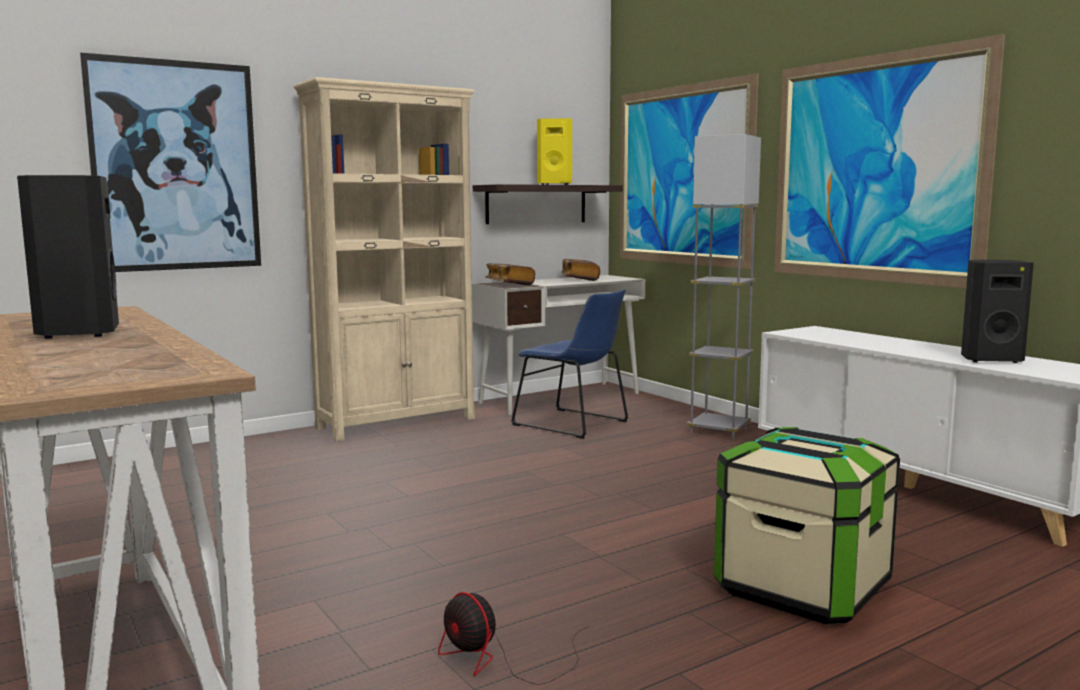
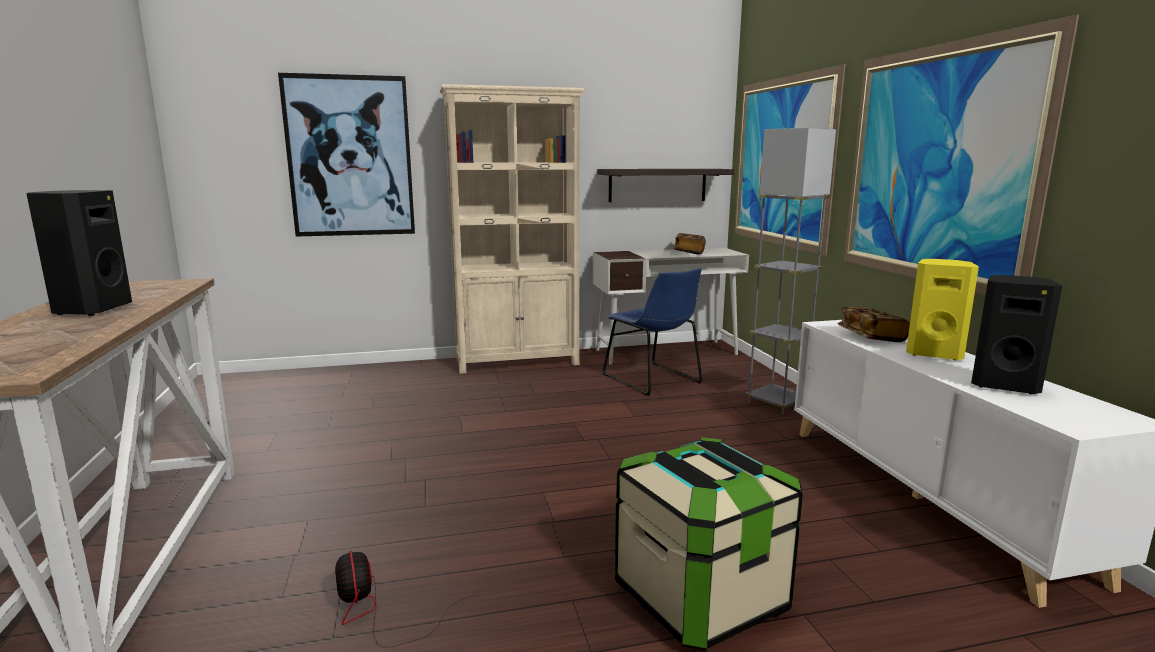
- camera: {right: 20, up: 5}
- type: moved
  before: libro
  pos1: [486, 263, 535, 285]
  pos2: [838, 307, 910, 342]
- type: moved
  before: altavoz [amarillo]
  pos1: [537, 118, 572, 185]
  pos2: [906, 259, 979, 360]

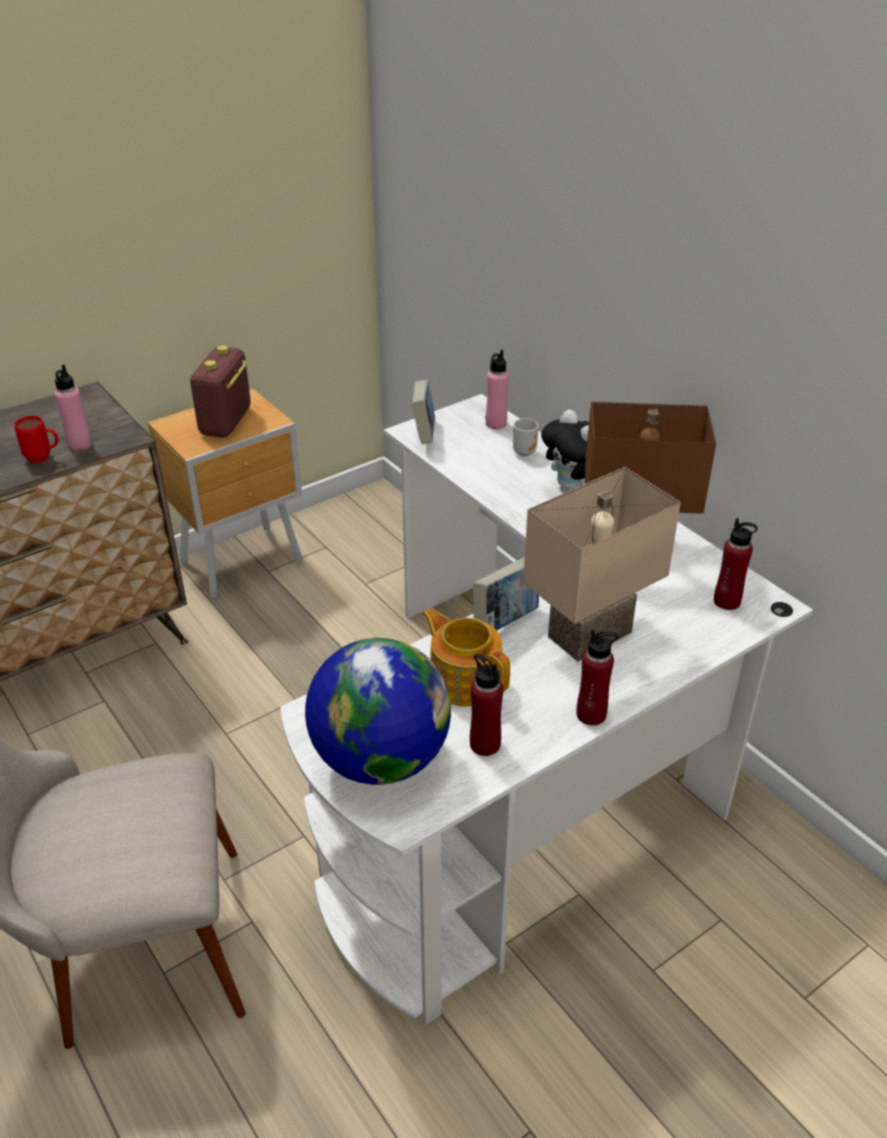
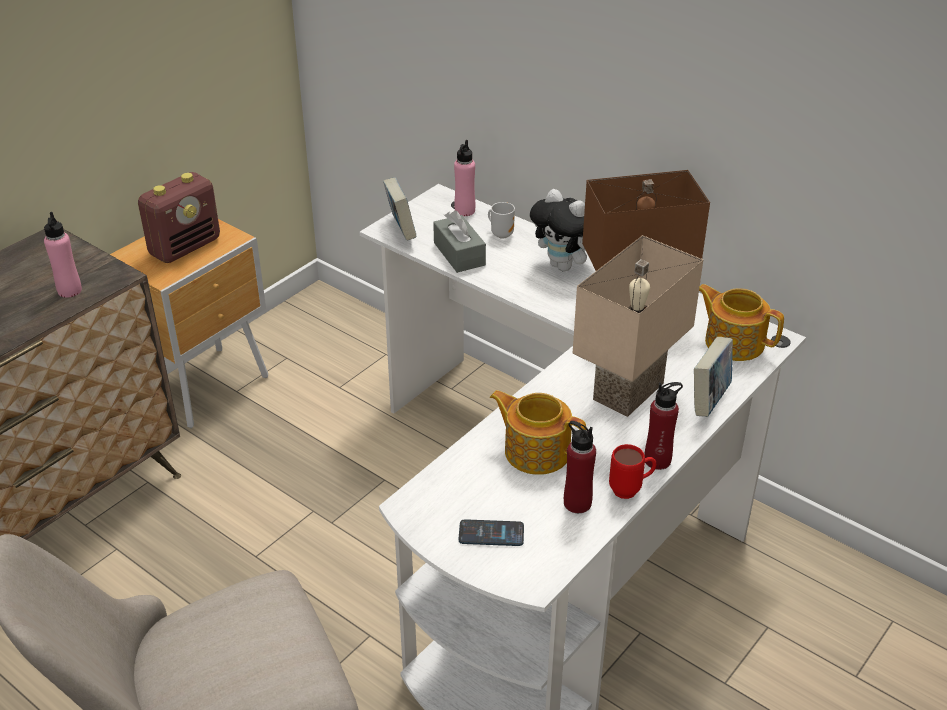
- camera: {right: -15, up: 0}
- type: added
  after: caja de pañuelos [gris]
  pos2: [433, 210, 486, 273]
- type: moved
  before: taza grande [rojo]
  pos1: [14, 416, 58, 463]
  pos2: [609, 444, 656, 499]
- type: moved
  before: libro
  pos1: [473, 557, 539, 630]
  pos2: [694, 337, 733, 417]
- type: replaced
  before: globo terráqueo
  after: móvil
  pos1: [305, 638, 451, 785]
  pos2: [459, 519, 524, 546]
- type: replaced
  before: botella [rojo]
  after: tetera
  pos1: [714, 518, 758, 610]
  pos2: [699, 284, 784, 361]
- type: turned
  before: radio
  pos1: [190, 345, 251, 438]
  pos2: [138, 172, 220, 263]
  turn: -135

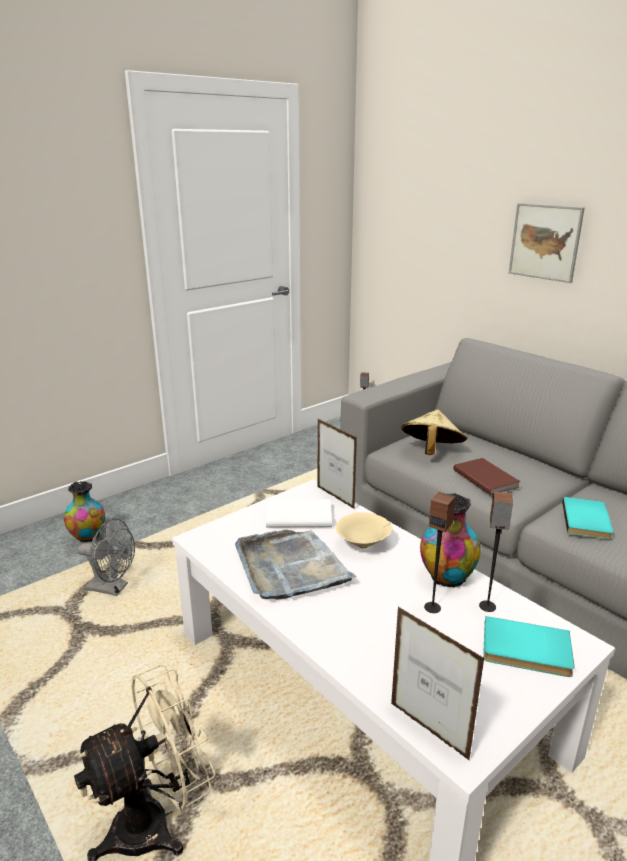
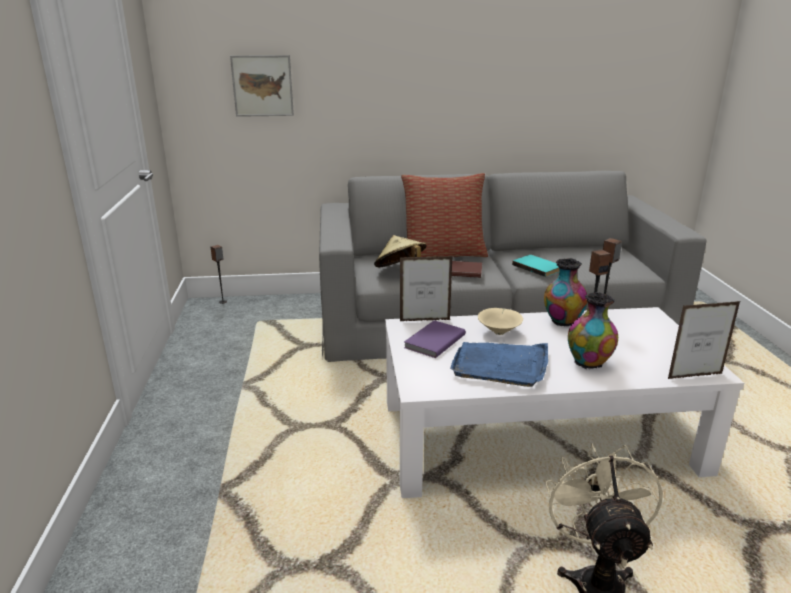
- camera: {right: -55, up: 0}
- type: removed
  before: ventilador [gris]
  pos1: [77, 518, 135, 596]
- type: removed
  before: libro [turquesa]
  pos1: [483, 616, 575, 677]
- type: added
  after: cojín
  pos2: [401, 173, 488, 257]
- type: moved
  before: florero
  pos1: [64, 481, 105, 543]
  pos2: [568, 292, 618, 369]
- type: moved
  before: cuadro
  pos1: [509, 203, 585, 283]
  pos2: [230, 55, 294, 117]
- type: recoloured
  before: bandeja [gris]
  after: bandeja [azul]
  pos1: [235, 530, 356, 600]
  pos2: [450, 342, 548, 387]
- type: recoloured
  before: libro [blanco]
  after: libro [morado]
  pos1: [266, 499, 332, 528]
  pos2: [404, 320, 466, 358]

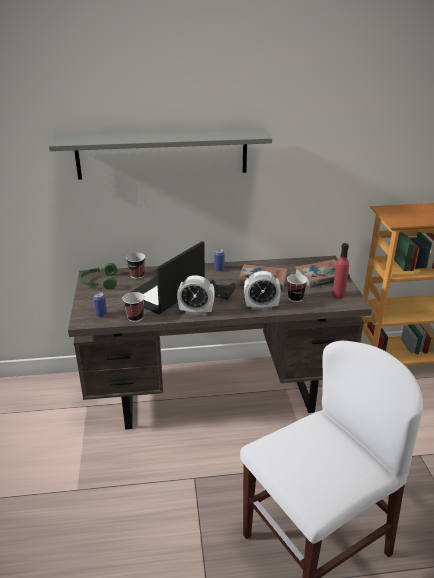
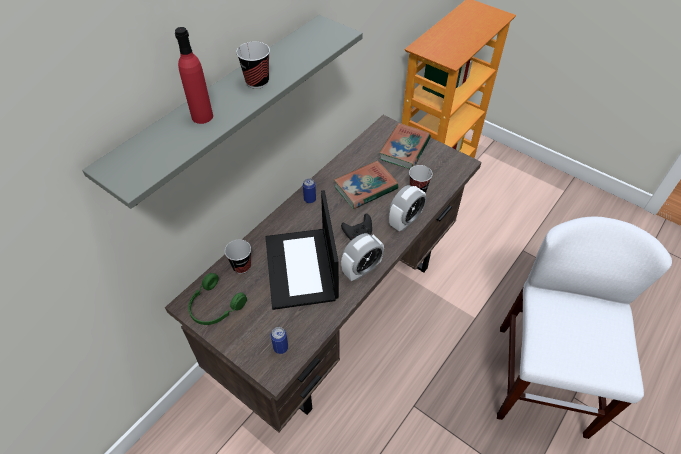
- camera: {right: -45, up: 20}
- type: moved
  before: taza
  pos1: [122, 292, 145, 322]
  pos2: [236, 41, 270, 89]
- type: moved
  before: botella [rojo]
  pos1: [332, 243, 349, 299]
  pos2: [175, 27, 213, 124]

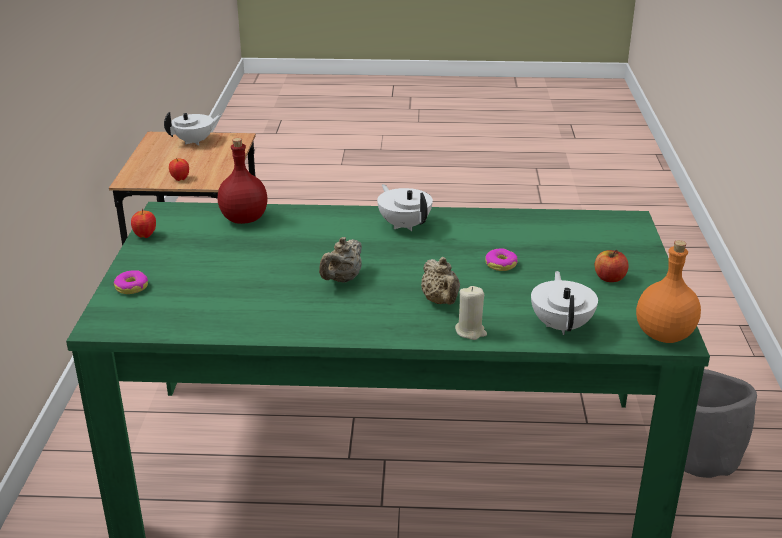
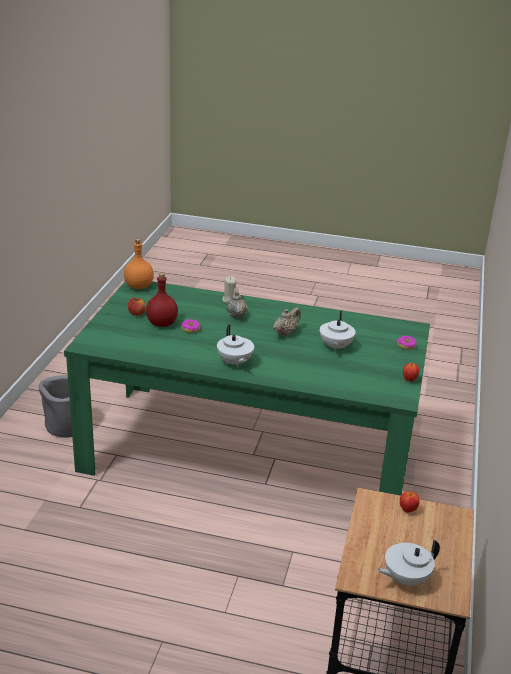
- camera: {right: -170, up: 0}
- type: moved
  before: botella [rojo]
  pos1: [218, 138, 268, 224]
  pos2: [146, 273, 178, 327]
- type: moved
  before: tetera [blanco]
  pos1: [531, 271, 598, 335]
  pos2: [320, 310, 356, 351]

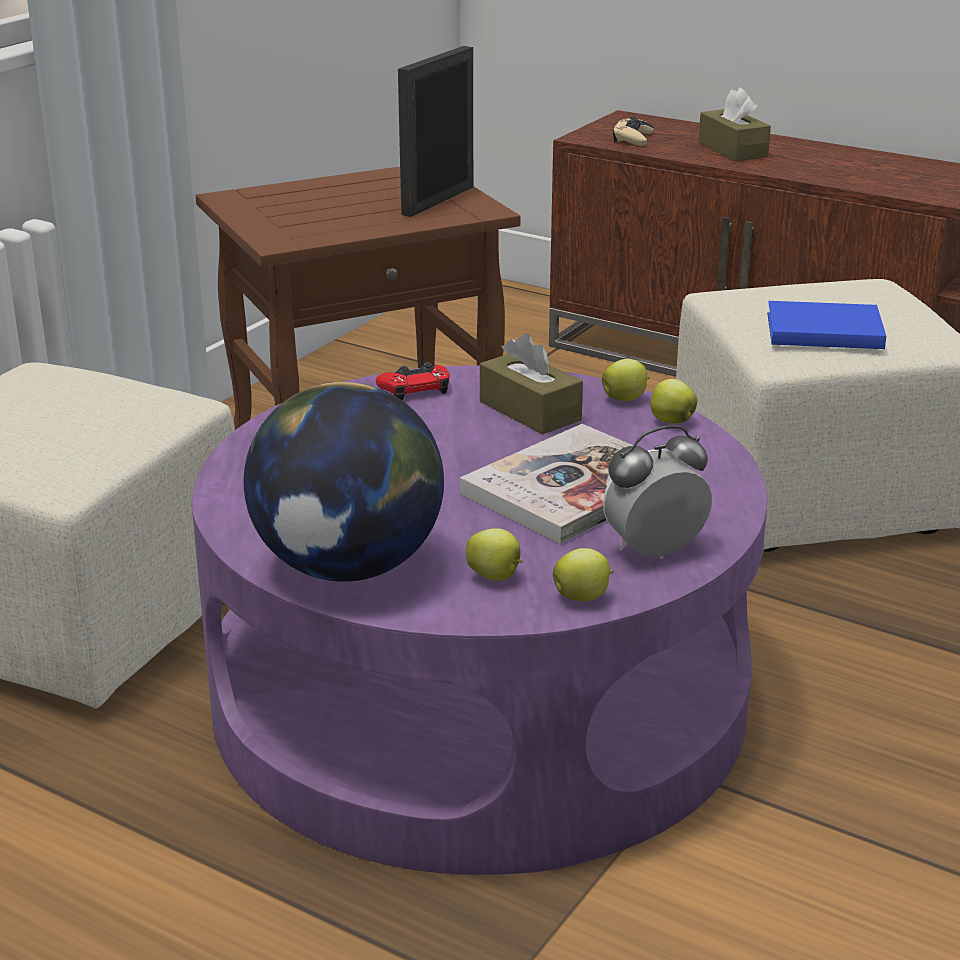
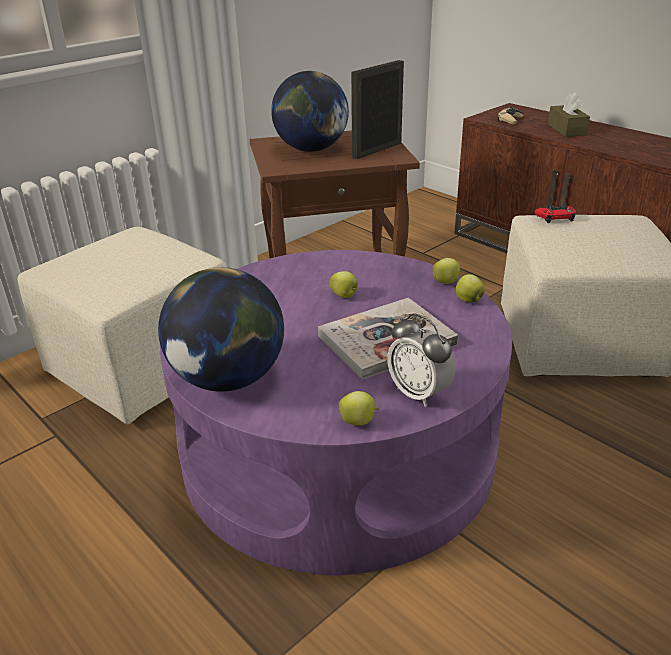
- camera: {right: 15, up: 5}
- type: removed
  before: caja de pañuelos [marrón]
  pos1: [480, 333, 583, 434]
- type: removed
  before: libro [azul]
  pos1: [767, 301, 886, 349]
- type: added
  after: globo terráqueo
  pos2: [271, 71, 349, 152]
- type: moved
  before: mando de consola [rojo]
  pos1: [376, 362, 450, 400]
  pos2: [535, 204, 576, 223]
- type: moved
  before: manzana
  pos1: [465, 528, 523, 580]
  pos2: [329, 271, 358, 298]
- type: turned
  before: despertador
  pos1: [603, 425, 712, 559]
  pos2: [387, 313, 455, 407]
  turn: -120

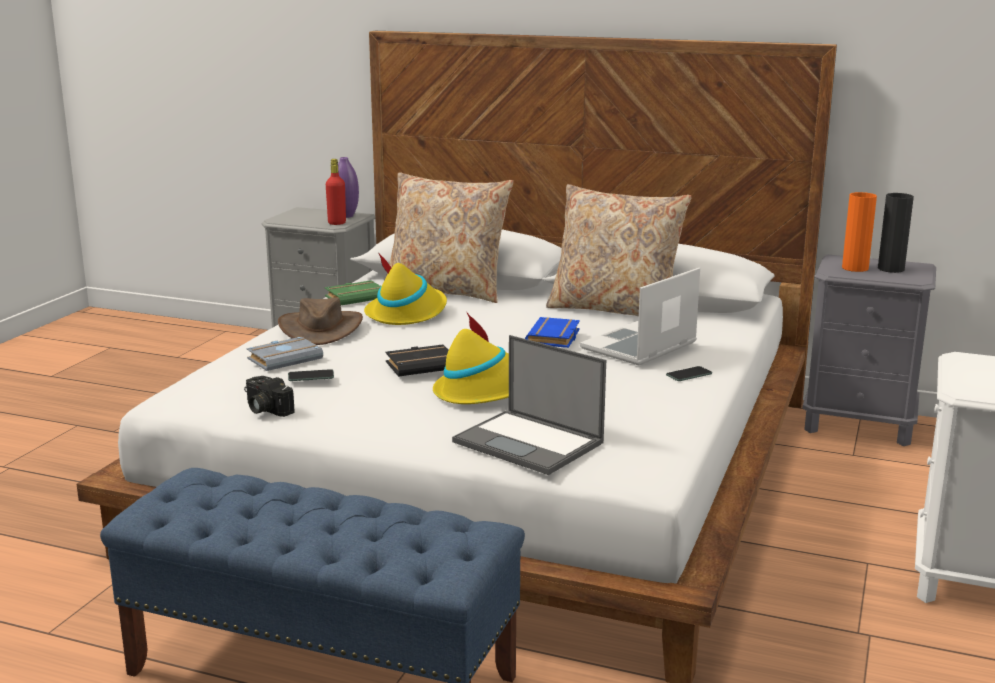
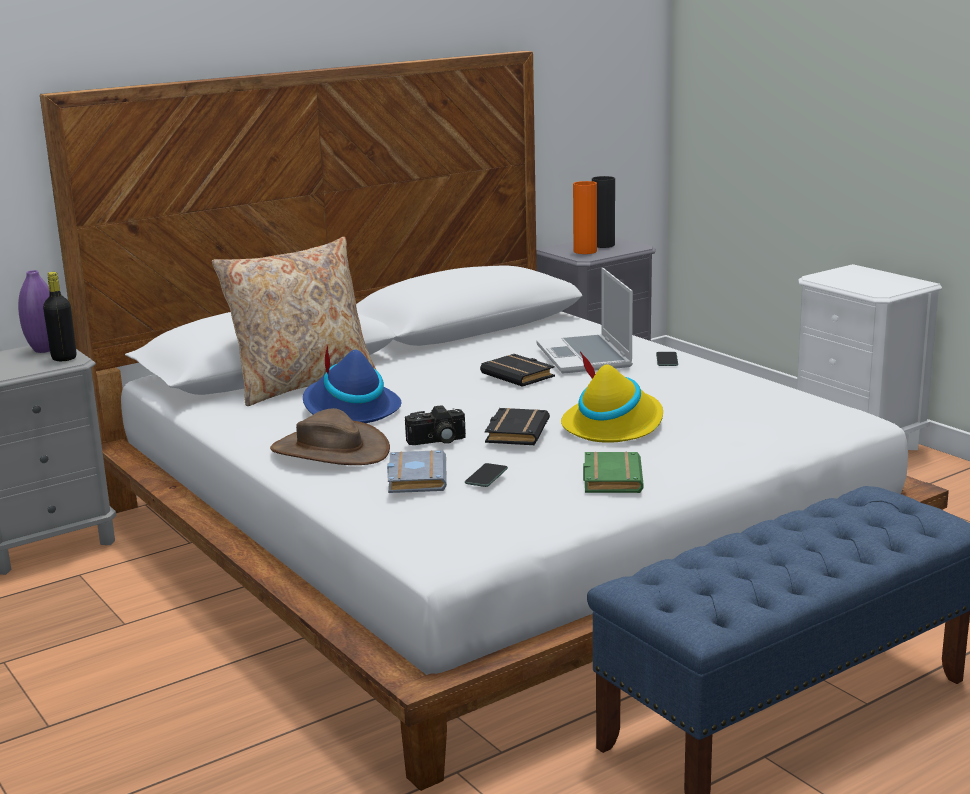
- camera: {right: -55, up: 0}
- type: removed
  before: portátil
  pos1: [452, 335, 606, 475]
- type: removed
  before: cojín [beis]
  pos1: [546, 184, 692, 316]
- type: moved
  before: cámara
  pos1: [244, 376, 295, 417]
  pos2: [405, 405, 466, 445]
- type: moved
  before: libro [verde]
  pos1: [325, 280, 381, 305]
  pos2: [583, 452, 644, 493]
- type: recoloured
  before: botella [rojo]
  after: botella [negro]
  pos1: [326, 159, 346, 225]
  pos2: [43, 272, 77, 361]
- type: recoloured
  before: sombrero [amarillo]
  after: sombrero [azul]
  pos1: [364, 254, 447, 325]
  pos2: [303, 346, 401, 423]
- type: recoloured
  before: libro [azul]
  after: libro [negro]
  pos1: [525, 317, 580, 348]
  pos2: [480, 354, 555, 387]

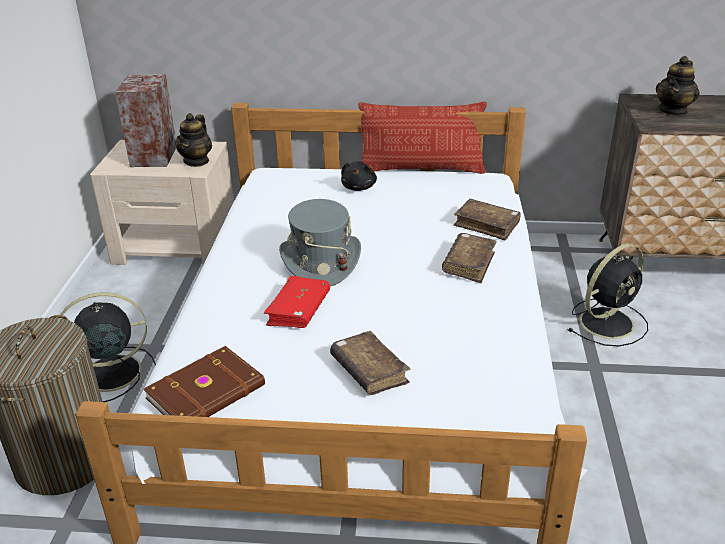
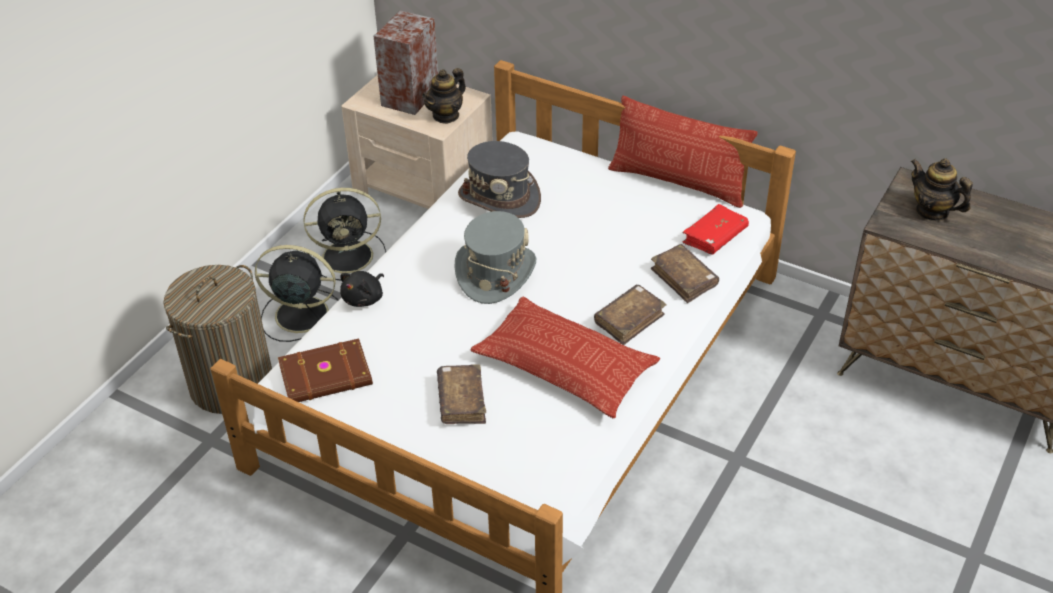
- camera: {right: 25, up: 10}
- type: added
  after: sombrero [gris]
  pos2: [458, 141, 541, 218]
- type: added
  after: cojín
  pos2: [470, 297, 660, 418]
- type: moved
  before: libro [rojo]
  pos1: [264, 276, 330, 328]
  pos2: [683, 204, 749, 254]
- type: moved
  before: peluche [negro]
  pos1: [341, 161, 377, 191]
  pos2: [340, 271, 384, 307]
- type: moved
  before: ventilador [negro]
  pos1: [568, 244, 648, 347]
  pos2: [303, 188, 386, 280]
- type: turned
  before: tetera
  pos1: [656, 56, 699, 116]
  pos2: [911, 158, 973, 221]
  turn: 75

